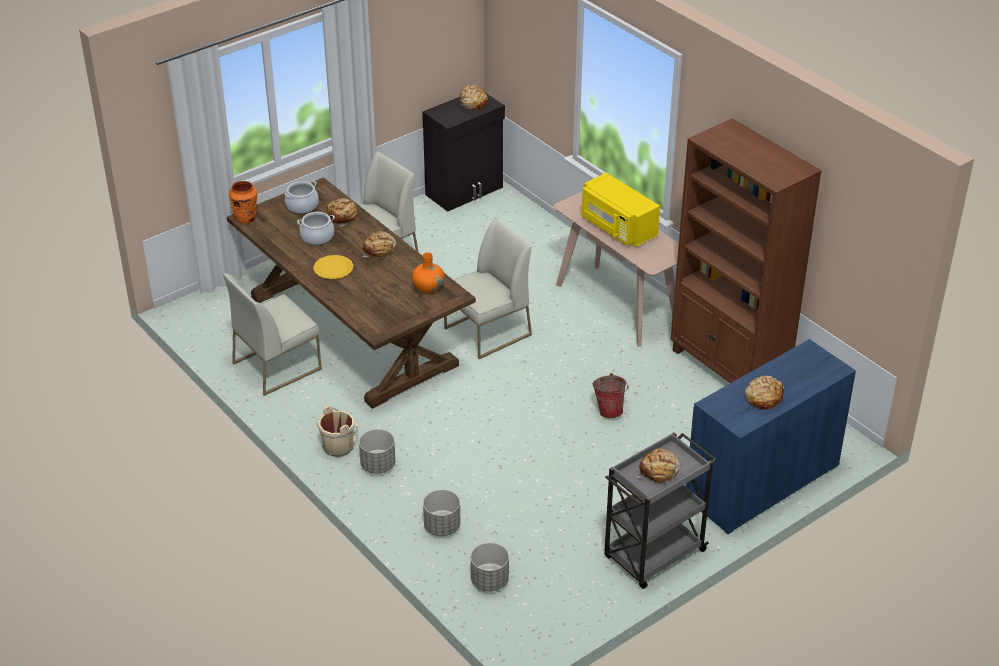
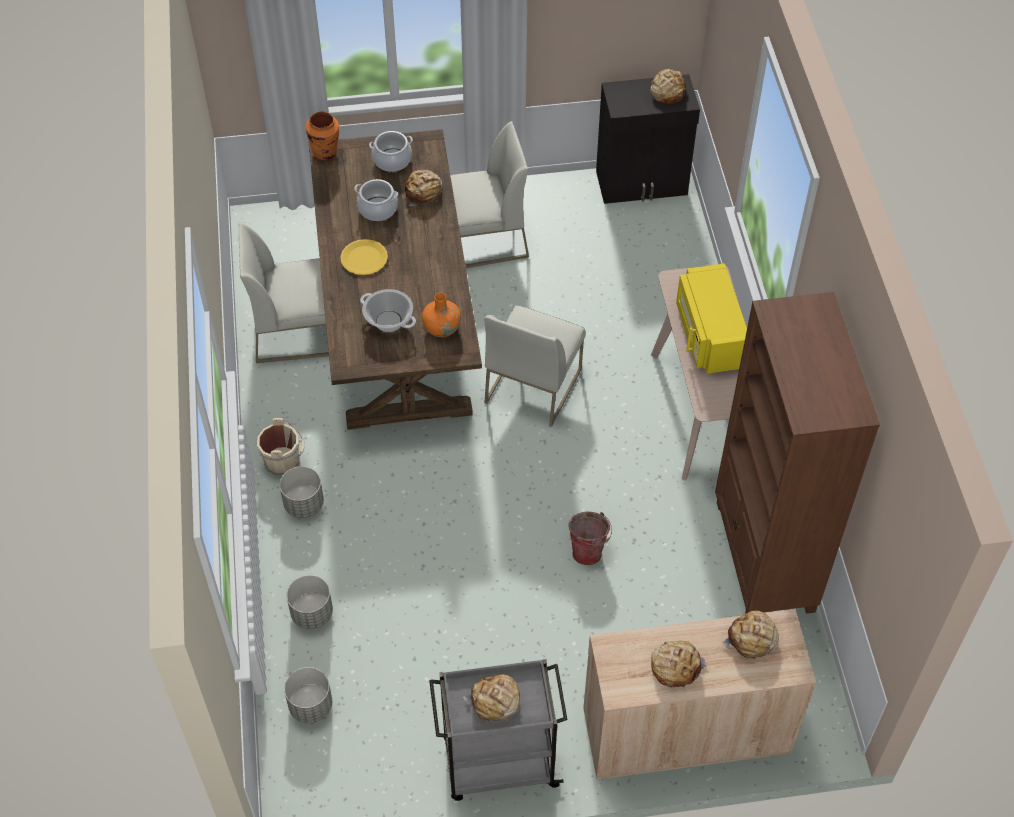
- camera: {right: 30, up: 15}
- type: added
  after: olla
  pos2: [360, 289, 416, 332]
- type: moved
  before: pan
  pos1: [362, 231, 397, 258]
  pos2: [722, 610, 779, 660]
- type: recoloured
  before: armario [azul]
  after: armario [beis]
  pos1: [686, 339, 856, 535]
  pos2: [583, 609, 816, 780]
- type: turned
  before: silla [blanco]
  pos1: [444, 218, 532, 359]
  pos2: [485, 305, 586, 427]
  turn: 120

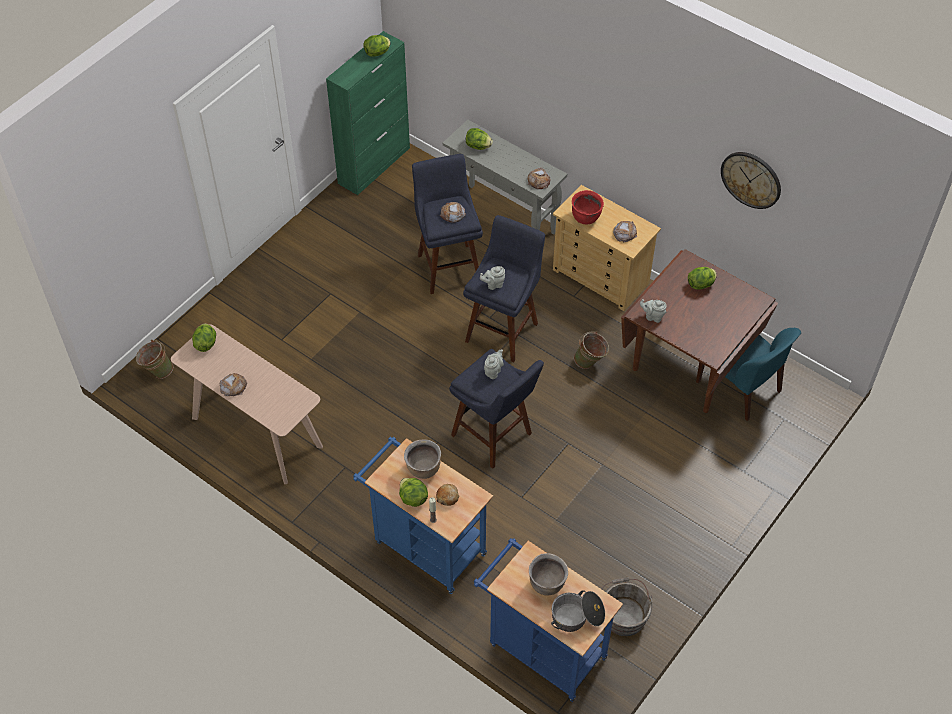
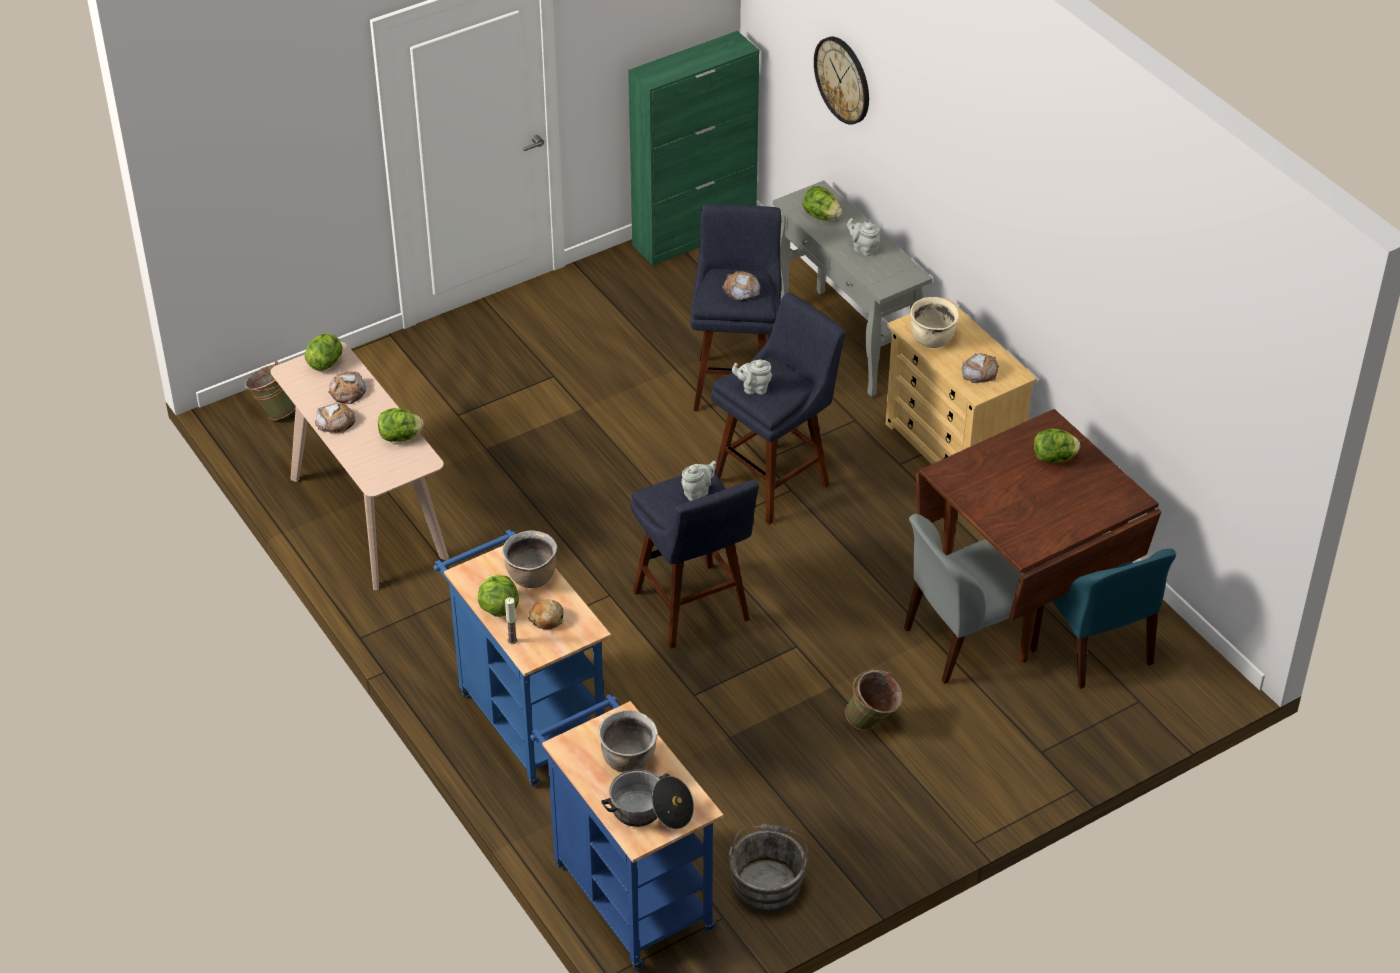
- camera: {right: 20, up: -10}
- type: added
  after: silla [gris]
  pos2: [904, 514, 1044, 684]
- type: moved
  before: lechuga
  pos1: [363, 35, 391, 56]
  pos2: [378, 408, 423, 442]
- type: moved
  before: pan
  pos1: [528, 167, 551, 189]
  pos2: [328, 371, 366, 404]
- type: moved
  before: cubo [verde]
  pos1: [574, 331, 609, 369]
  pos2: [845, 670, 902, 730]
- type: moved
  before: tetera [gris]
  pos1: [640, 299, 667, 323]
  pos2: [847, 218, 880, 256]
- type: moved
  before: reloj de pared
  pos1: [721, 152, 781, 209]
  pos2: [814, 36, 869, 125]
- type: recoloured
  before: olla [rojo]
  after: olla [beis]
  pos1: [572, 190, 604, 224]
  pos2: [910, 297, 959, 348]

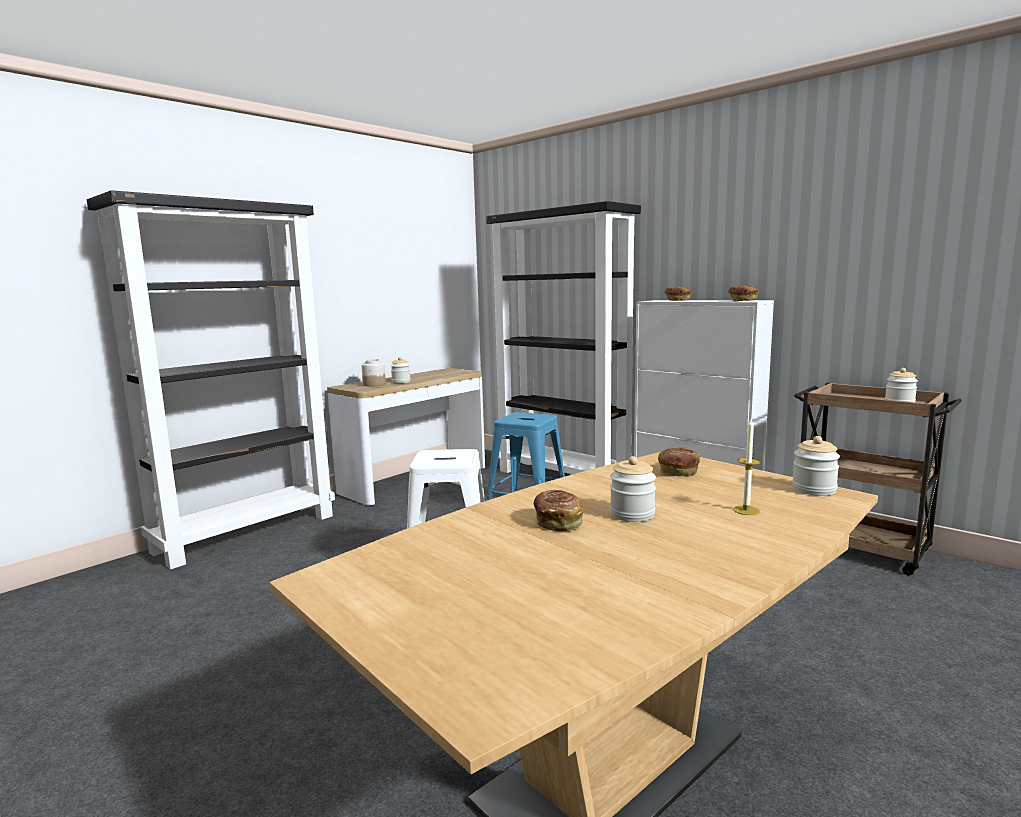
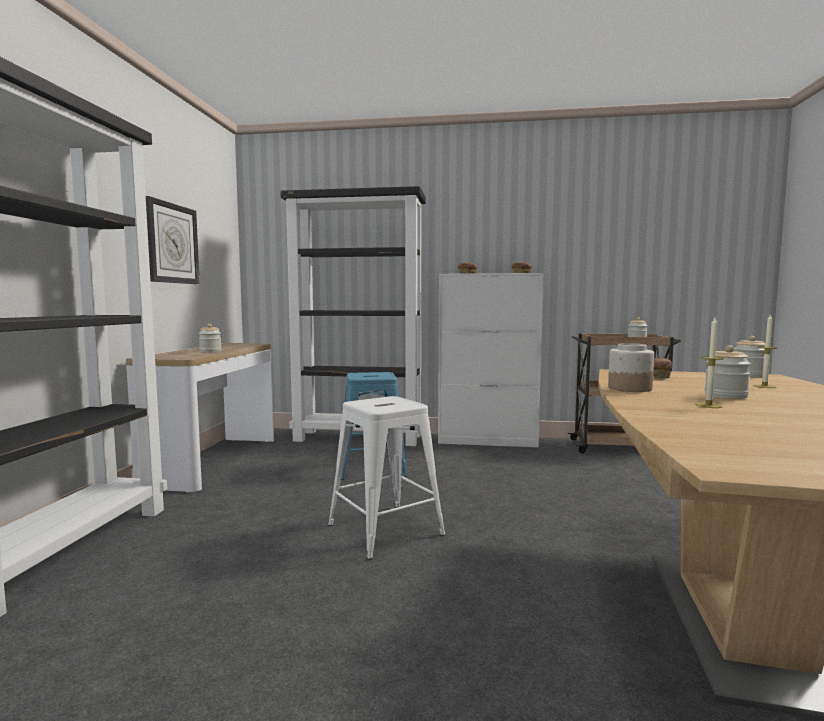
- camera: {right: -35, up: -5}
- type: added
  after: reloj de pared
  pos2: [146, 196, 200, 284]
- type: moved
  before: tarro
  pos1: [361, 359, 386, 386]
  pos2: [608, 343, 654, 392]
- type: replaced
  before: pan
  after: vela
  pos1: [533, 490, 583, 532]
  pos2: [695, 318, 724, 408]

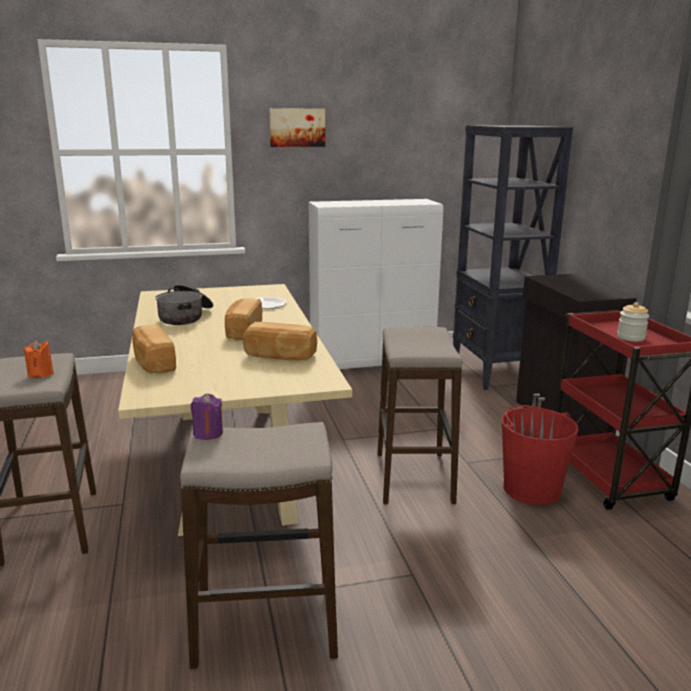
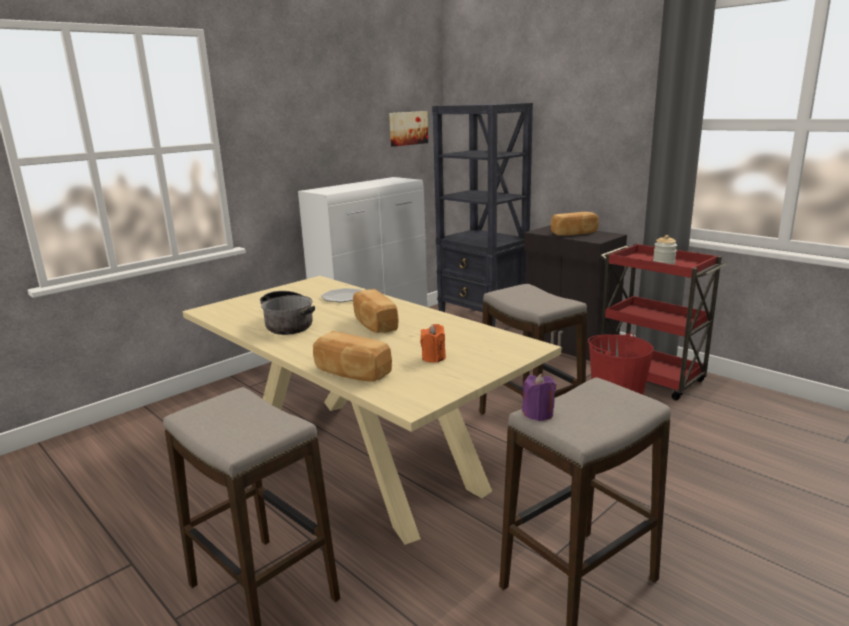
- camera: {right: -30, up: 0}
- type: moved
  before: vela [naranja]
  pos1: [24, 340, 54, 378]
  pos2: [420, 324, 446, 362]
- type: moved
  before: pan
  pos1: [243, 322, 317, 361]
  pos2: [551, 212, 599, 236]
- type: moved
  before: cuadro
  pos1: [269, 108, 325, 147]
  pos2: [389, 111, 428, 147]

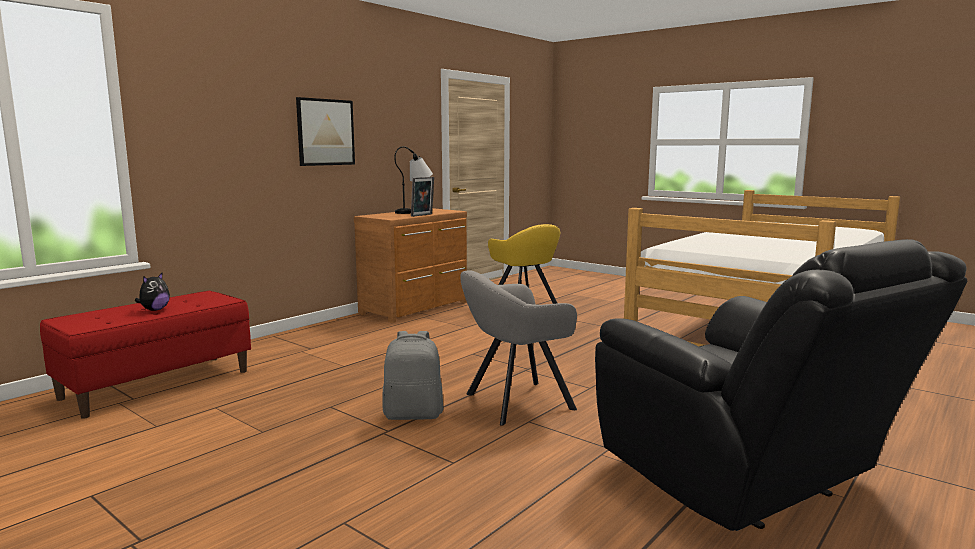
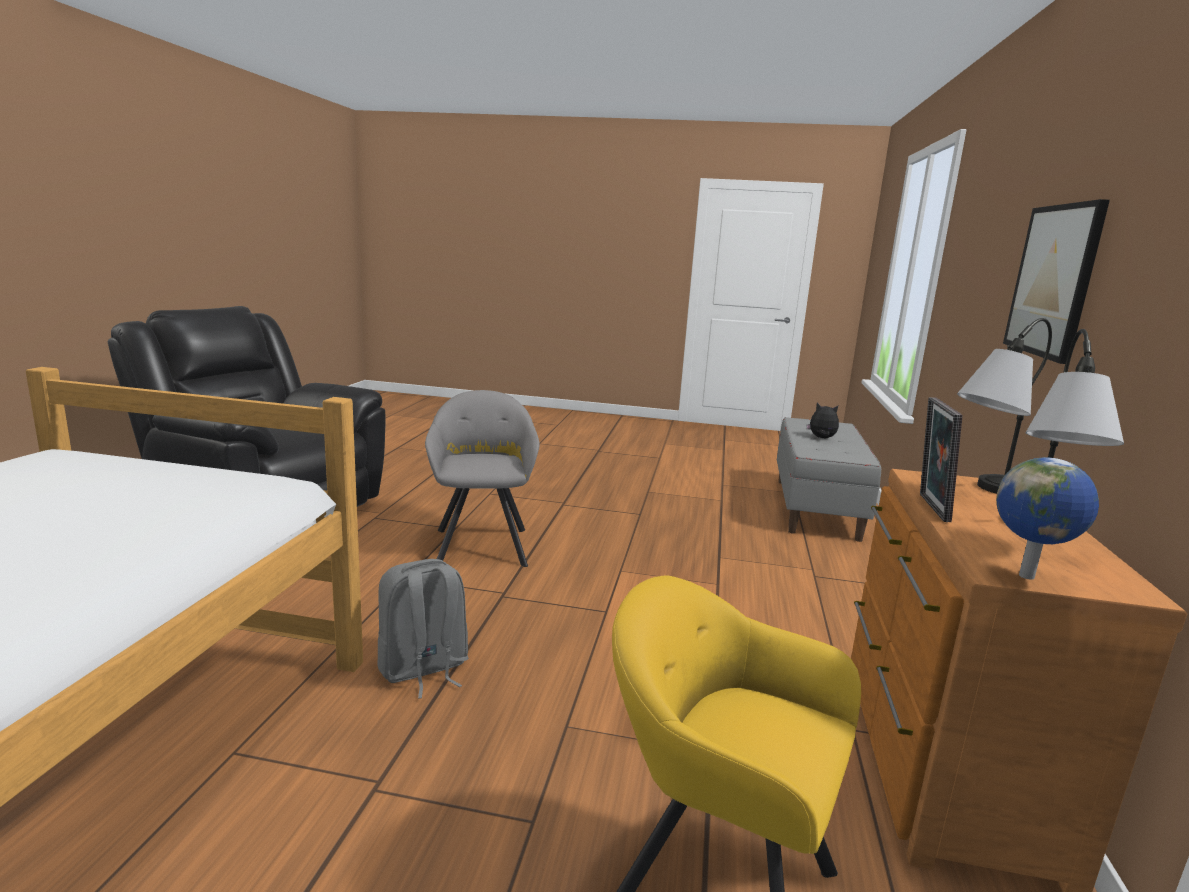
- camera: {right: 150, up: 5}
- type: added
  after: lámpara de mesa
  pos2: [957, 318, 1052, 494]
- type: added
  after: globo terráqueo
  pos2: [996, 457, 1099, 580]
- type: moved
  before: mochila [gris]
  pos1: [382, 331, 444, 420]
  pos2: [377, 559, 469, 699]
- type: recoloured
  before: banco [rojo]
  after: banco [gris]
  pos1: [40, 291, 251, 419]
  pos2: [777, 417, 881, 542]
- type: turned
  before: peluche
  pos1: [135, 273, 170, 311]
  pos2: [806, 403, 839, 438]
  turn: 120
- type: turned
  before: sillón [gris]
  pos1: [460, 270, 577, 426]
  pos2: [425, 390, 540, 567]
  turn: -45

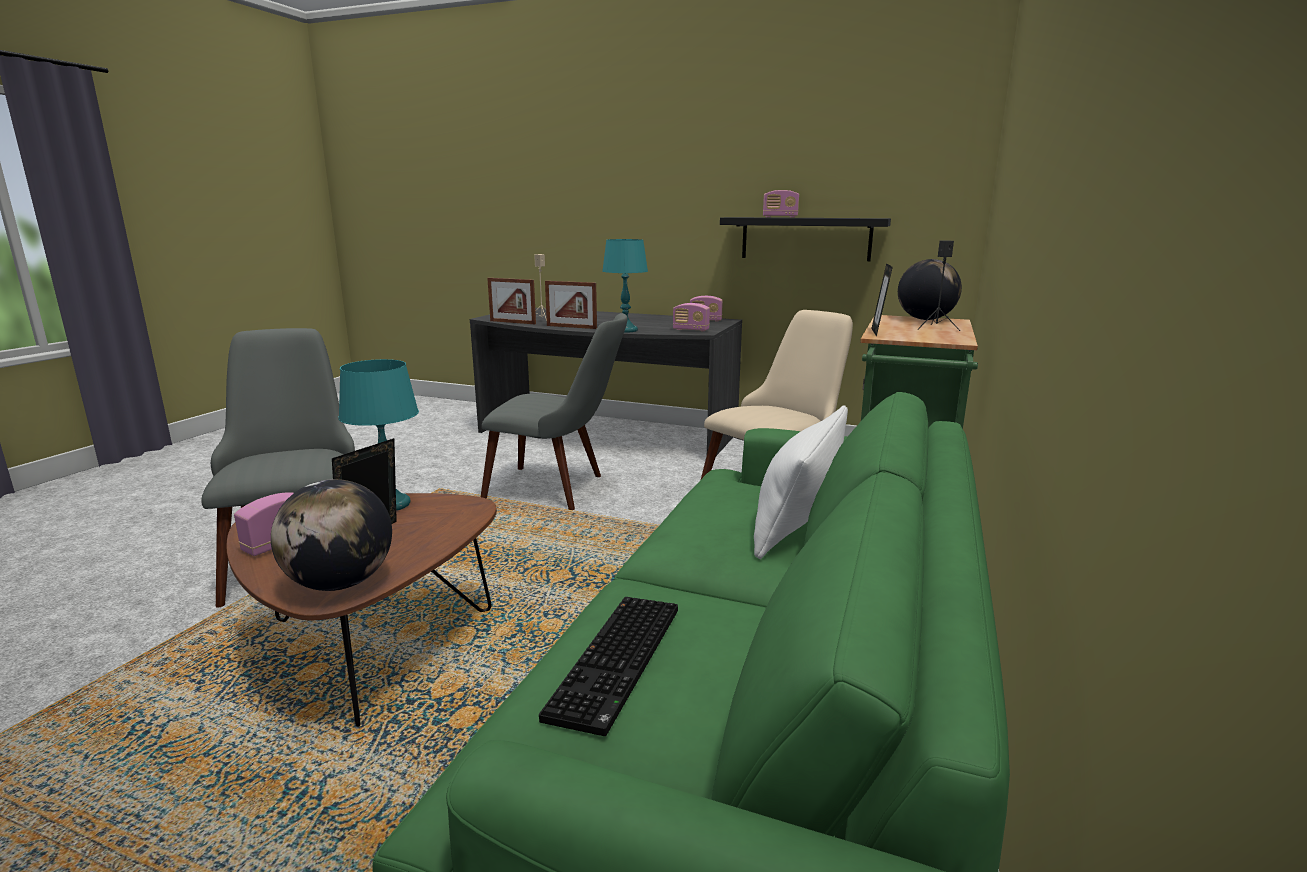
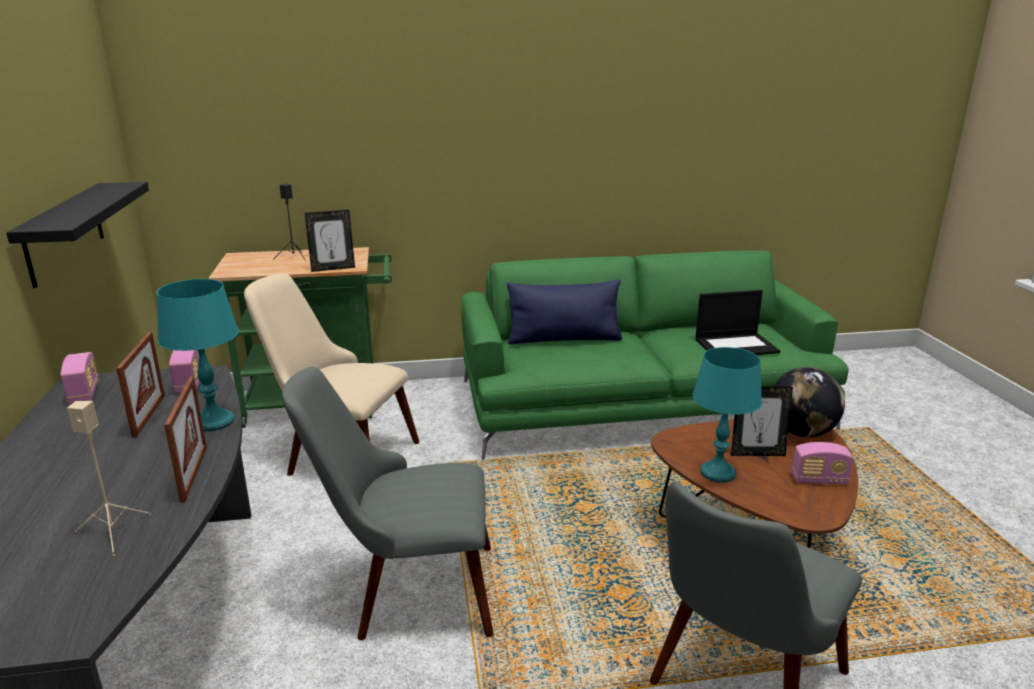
- camera: {right: -120, up: 5}
- type: removed
  before: radio
  pos1: [763, 190, 799, 217]
- type: removed
  before: globo terráqueo
  pos1: [898, 259, 962, 320]
- type: moved
  before: portarretratos
  pos1: [487, 278, 536, 324]
  pos2: [116, 332, 165, 438]
- type: replaced
  before: teclado
  after: portátil
  pos1: [539, 597, 678, 736]
  pos2: [696, 290, 780, 355]
- type: recoloured
  before: cojín [blanco]
  after: cojín [azul]
  pos1: [754, 405, 848, 559]
  pos2: [507, 279, 622, 344]
- type: turned
  before: silla [gris]
  pos1: [481, 313, 628, 510]
  pos2: [282, 367, 494, 640]
  turn: -75

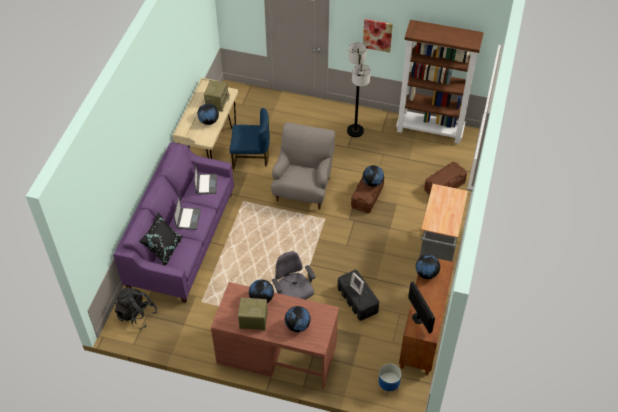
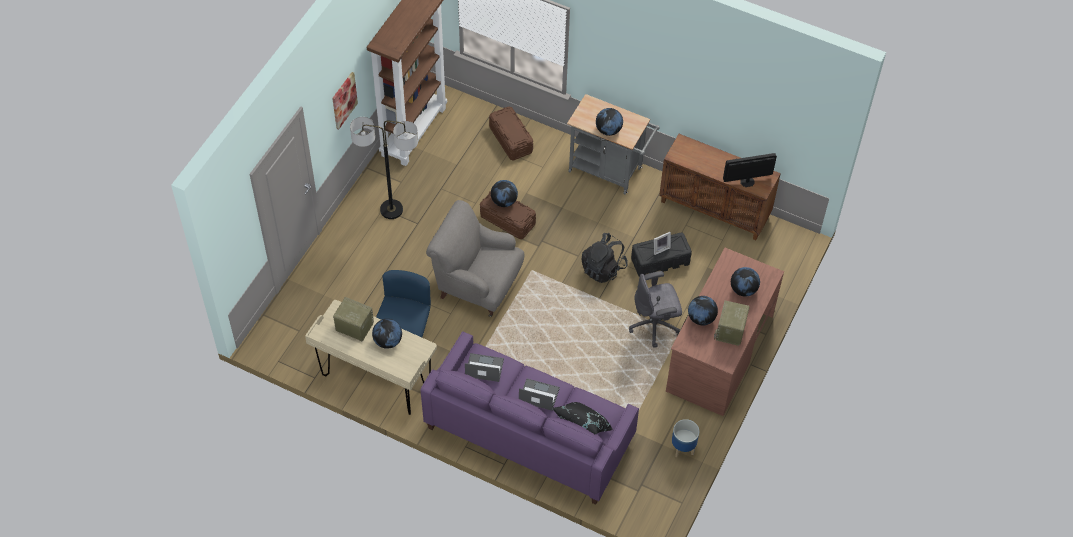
- camera: {right: -80, up: 5}
- type: moved
  before: mochila [negro]
  pos1: [115, 287, 157, 329]
  pos2: [581, 233, 628, 283]
- type: moved
  before: maceta
  pos1: [378, 363, 401, 397]
  pos2: [672, 419, 699, 457]
- type: moved
  before: globo terráqueo
  pos1: [416, 255, 440, 279]
  pos2: [596, 108, 623, 136]

